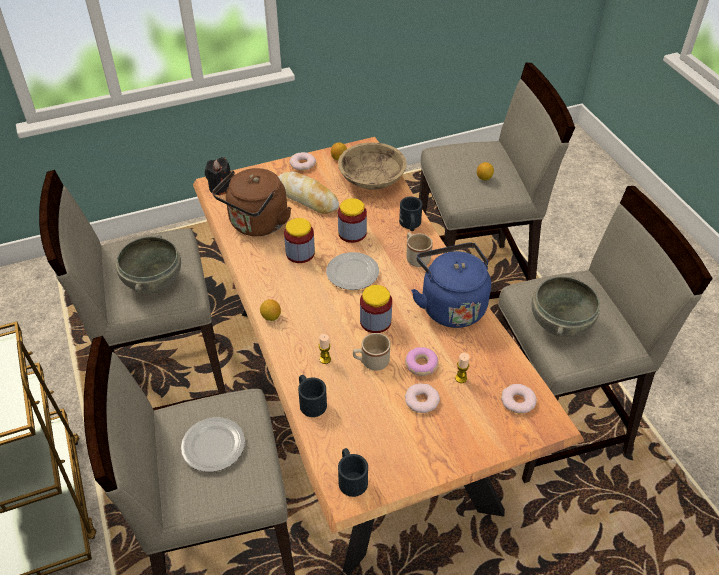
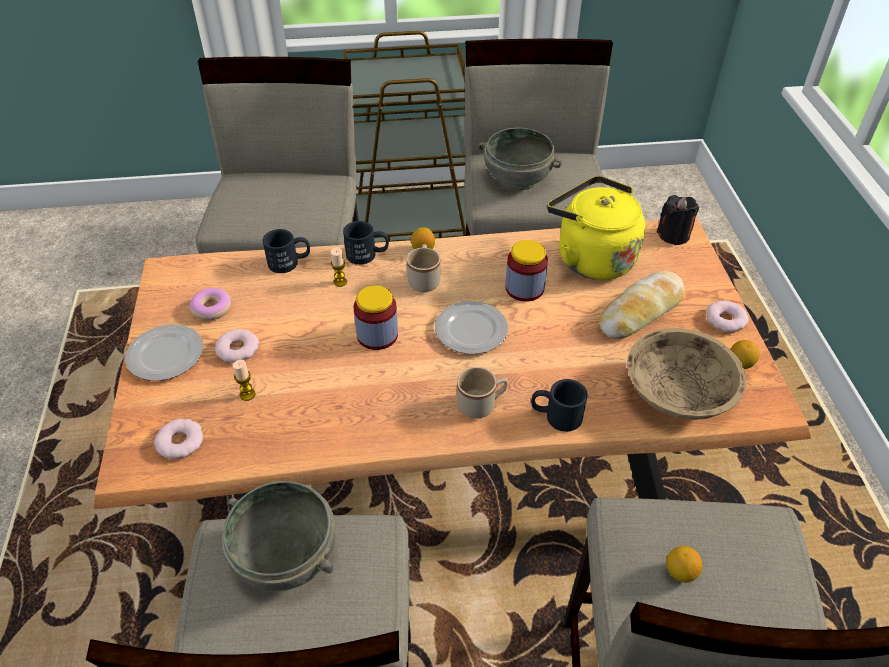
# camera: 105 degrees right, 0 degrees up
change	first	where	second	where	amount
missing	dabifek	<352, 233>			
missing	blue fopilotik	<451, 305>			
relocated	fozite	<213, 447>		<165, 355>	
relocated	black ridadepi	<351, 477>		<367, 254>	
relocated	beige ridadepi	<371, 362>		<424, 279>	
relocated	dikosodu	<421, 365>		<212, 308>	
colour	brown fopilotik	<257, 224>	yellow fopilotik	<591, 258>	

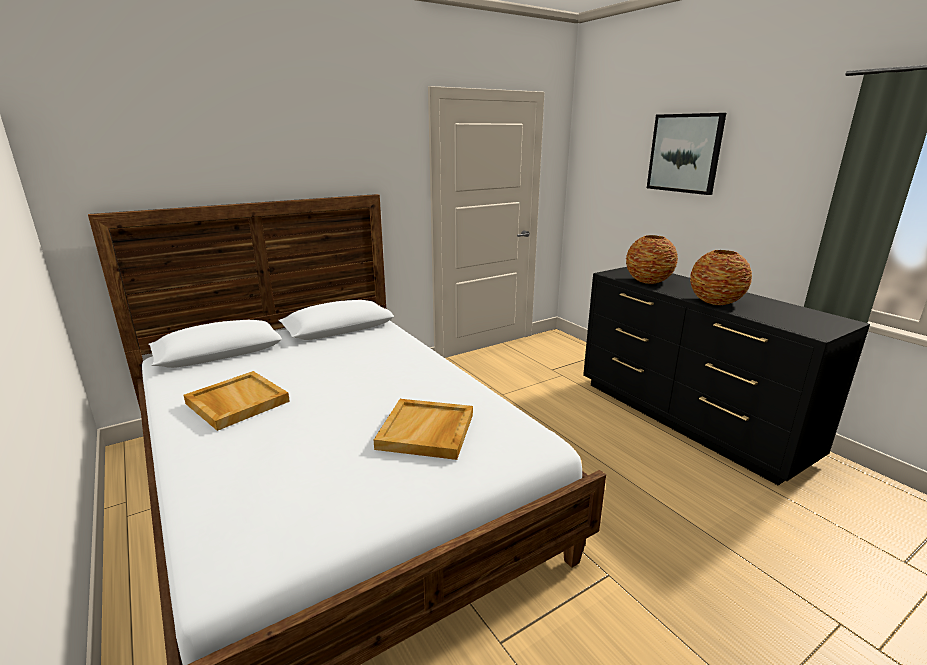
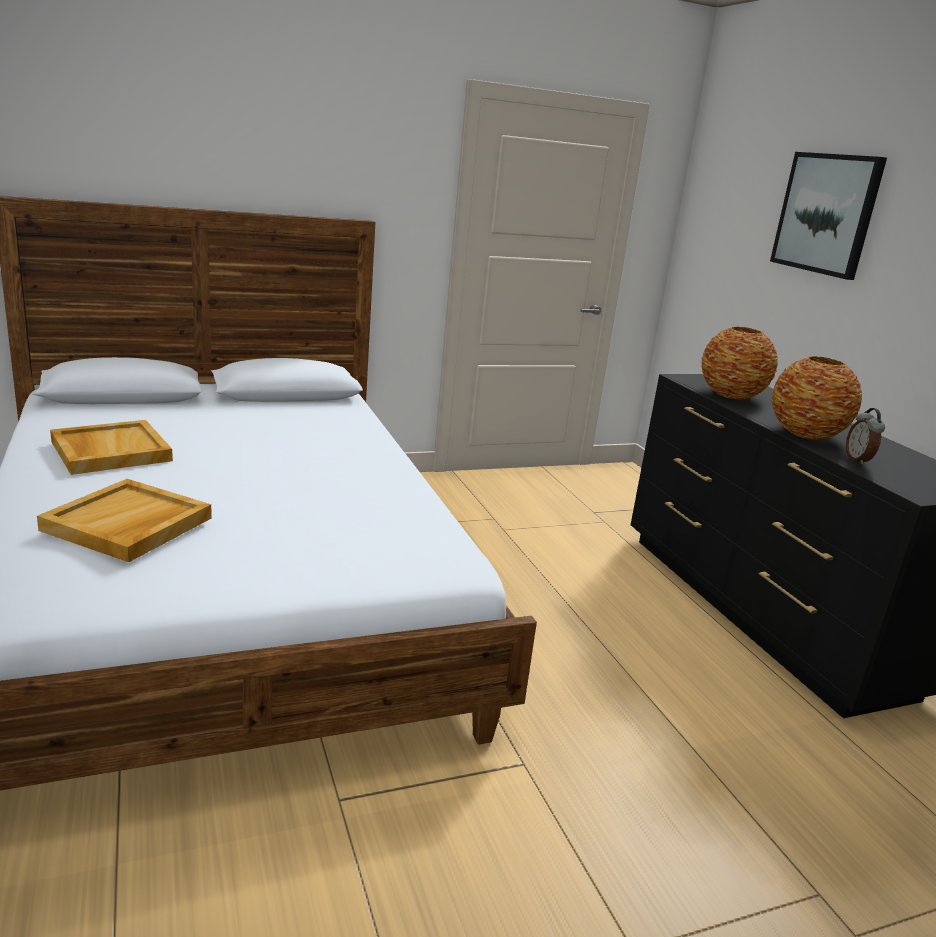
# camera: 10 degrees right, 0 degrees up
change	first	where	second	where	amount
appeared			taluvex	<858, 460>	
relocated	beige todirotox	<426, 432>		<128, 525>	

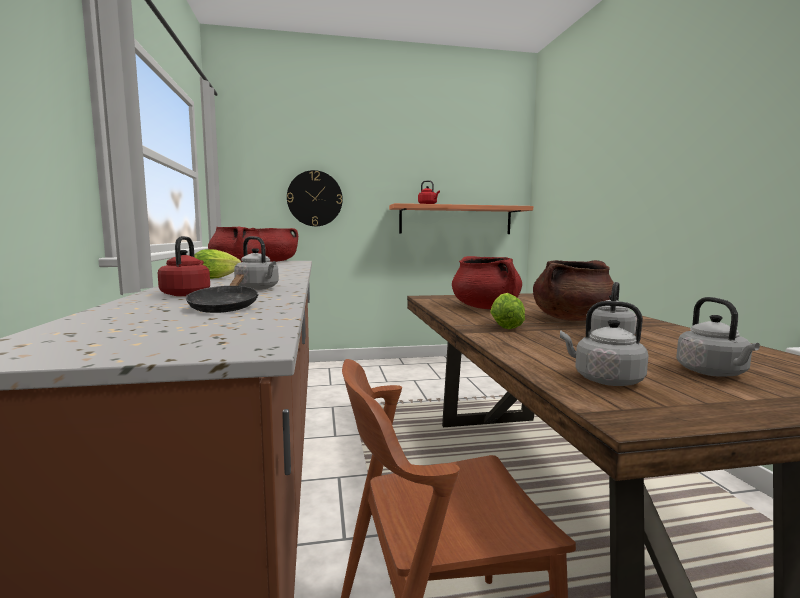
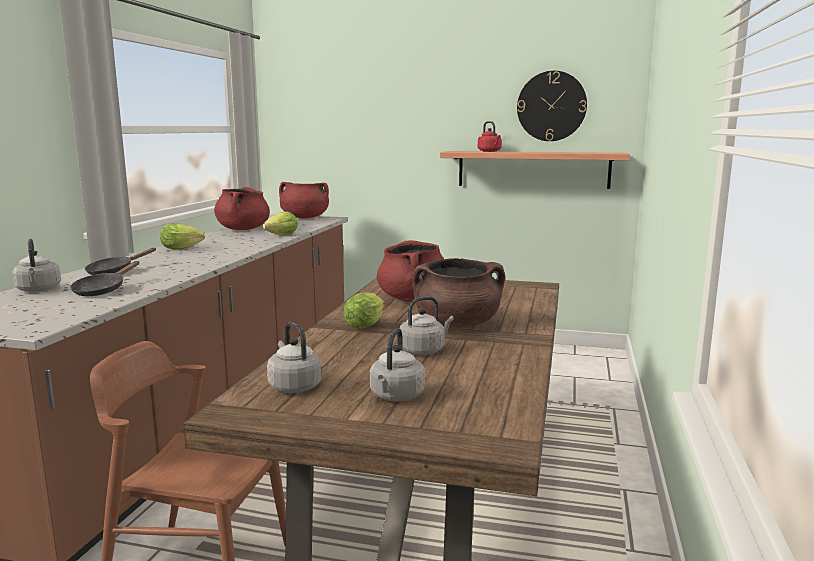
# camera: 25 degrees right, 5 degrees up
change	first	where	second	where	amount
appeared			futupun	<280, 235>	
relocated	grey fopilotik	<258, 288>		<38, 290>	
relocated	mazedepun	<314, 198>		<551, 106>	
exchanged	red fopilotik	<187, 294>	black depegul	<114, 271>	

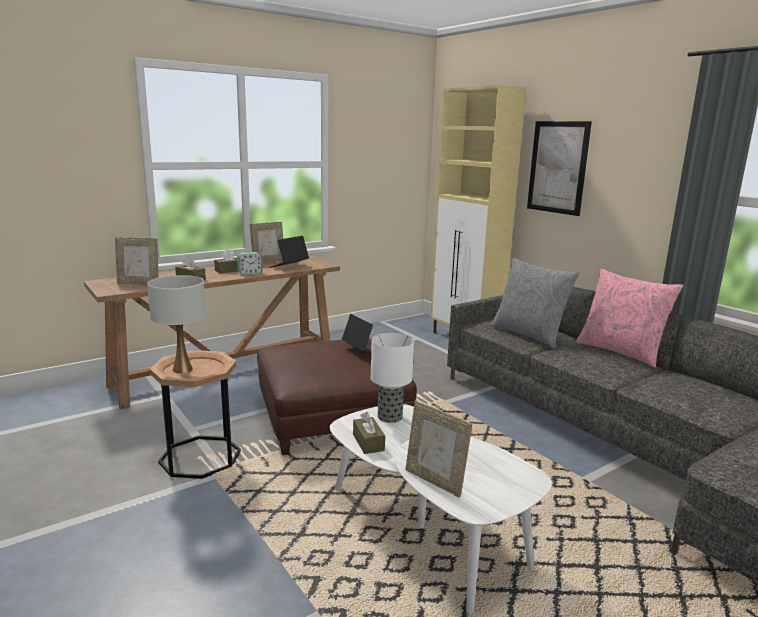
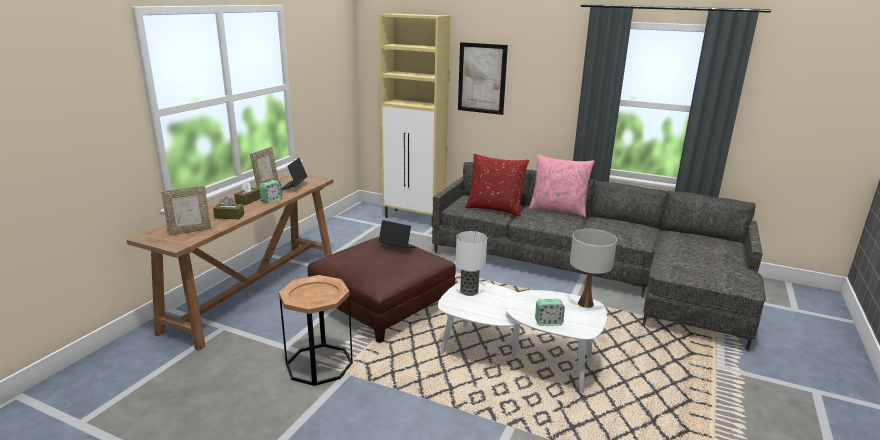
# camera: 30 degrees left, 5 degrees up
change	first	where	second	where	amount
missing	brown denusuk	<368, 442>			
relocated	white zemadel	<182, 369>		<585, 303>	
exchanged	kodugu	<435, 481>	taluvex	<548, 322>	
colour	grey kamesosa	<529, 334>	red kamesosa	<495, 209>	

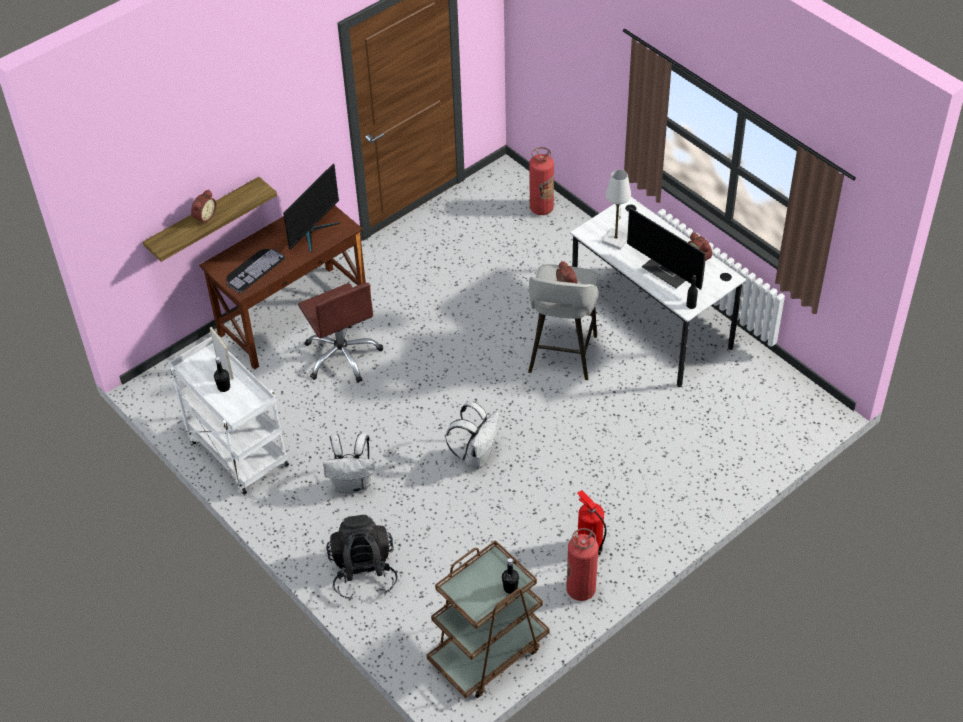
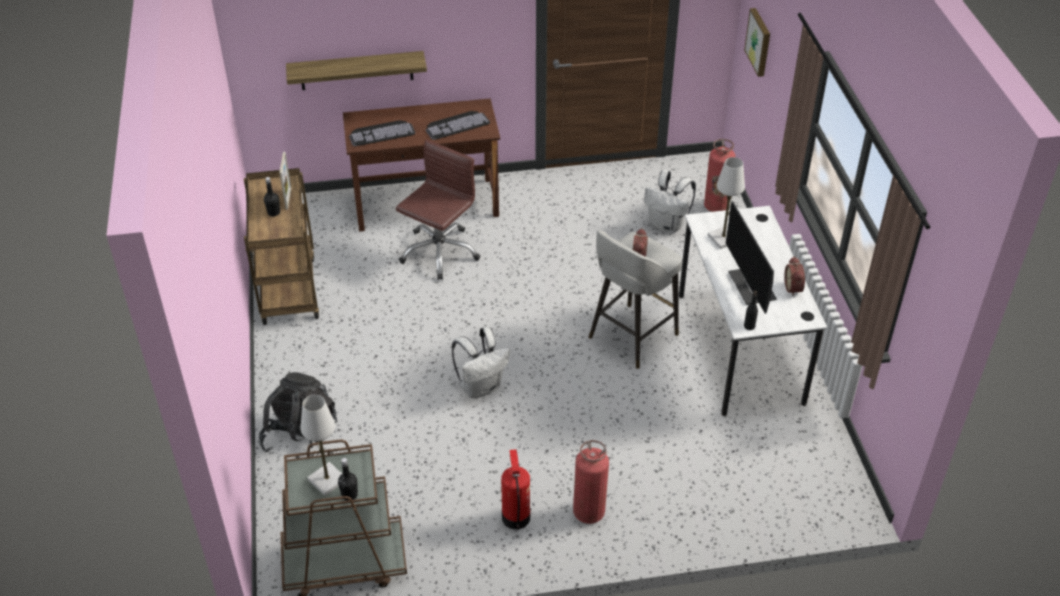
# camera: 30 degrees right, 5 degrees down
change	first	where	second	where	amount
missing	taluvex	<204, 217>			
appeared			white zemadel	<327, 480>	
appeared			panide	<759, 42>	
relocated	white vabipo	<353, 484>		<667, 225>	
relocated	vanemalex	<581, 590>		<588, 512>	
exchanged	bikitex	<314, 232>	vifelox	<456, 124>	
colour	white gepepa	<236, 452>	brown gepepa	<287, 288>	
spun	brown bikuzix	<342, 355>		<439, 252>	150 degrees counterclockwise

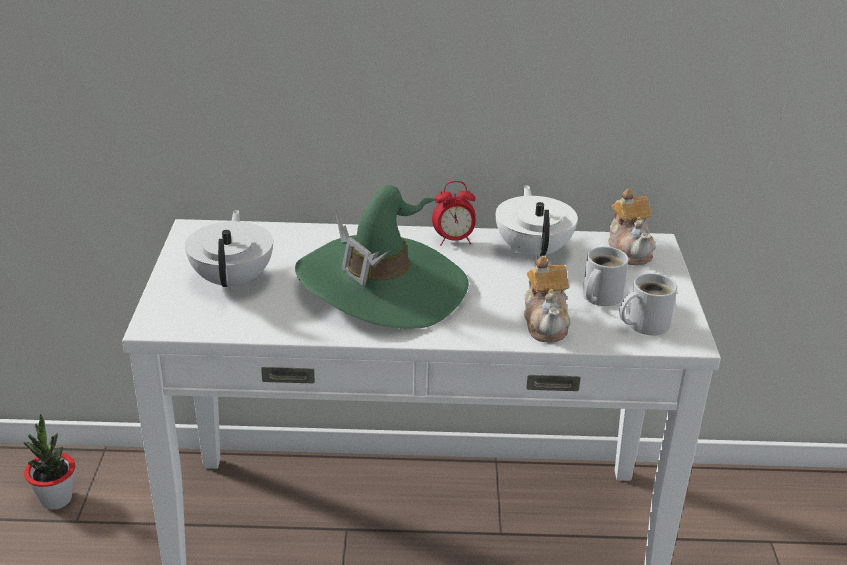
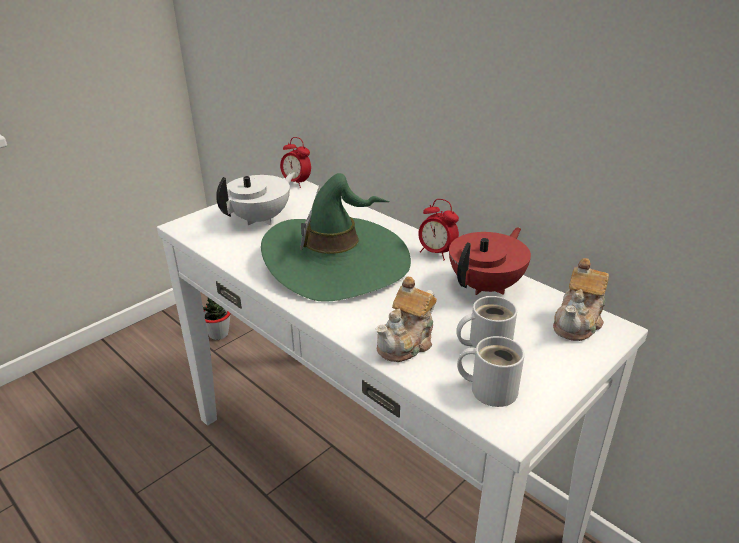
# camera: 45 degrees right, 0 degrees up
change	first	where	second	where	amount
appeared			taluvex	<296, 183>	
colour	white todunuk	<533, 251>	red todunuk	<487, 286>	

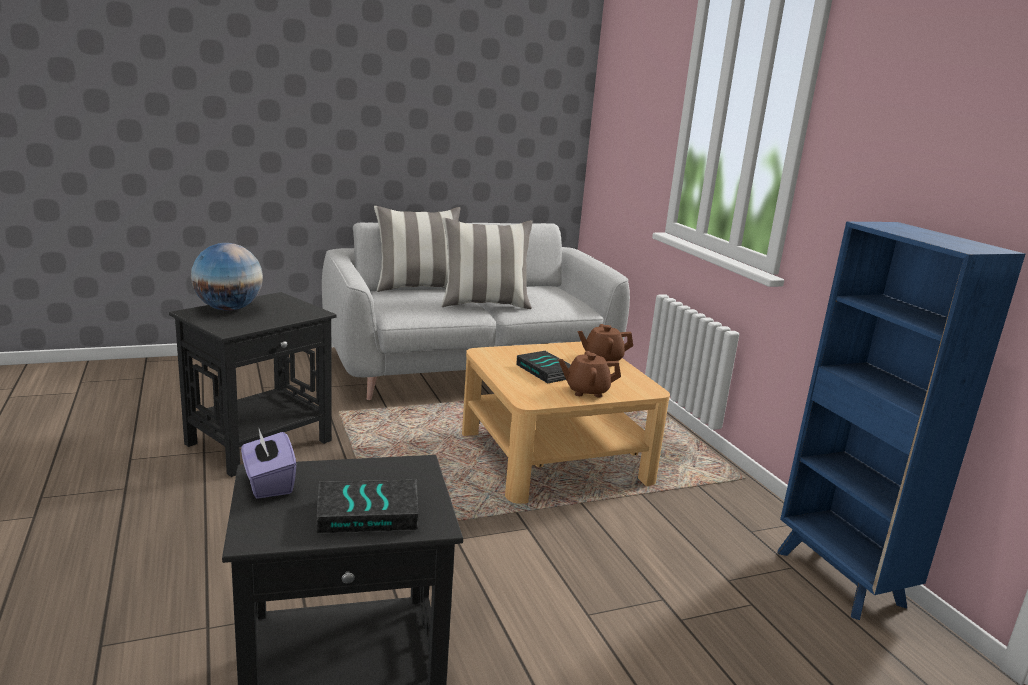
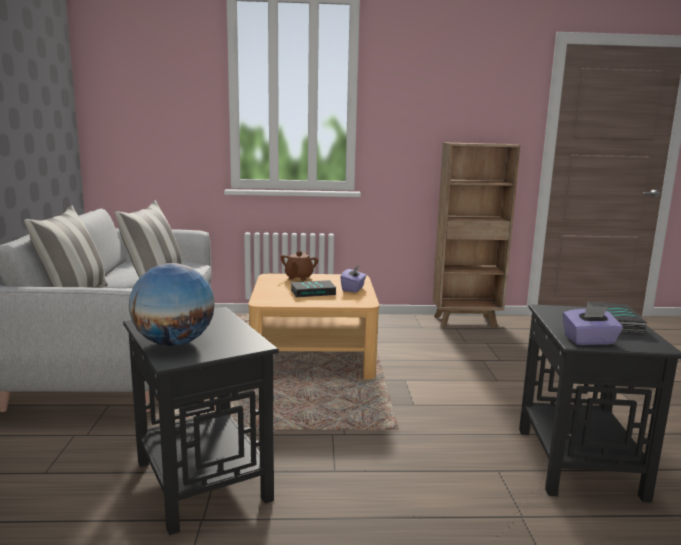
# camera: 70 degrees left, 5 degrees down
change	first	where	second	where	amount
exchanged	brown todunuk	<586, 391>	purple denusuk	<353, 289>	
colour	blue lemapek	<840, 580>	brown lemapek	<466, 322>	

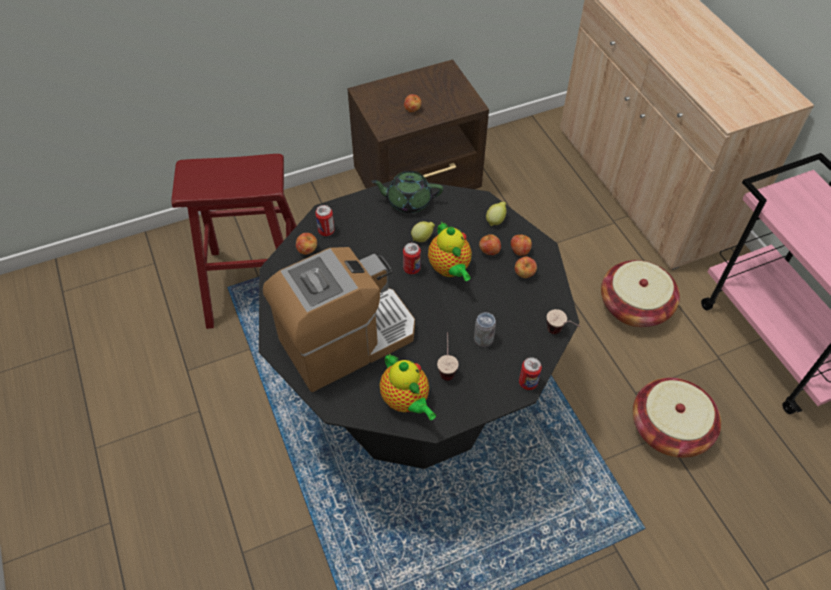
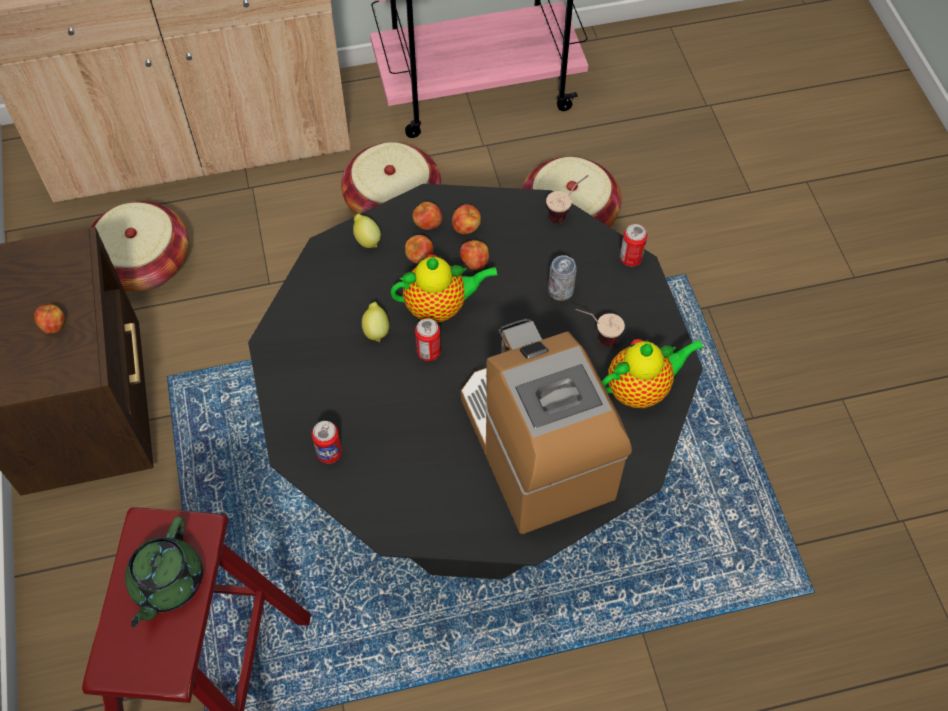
# camera: 80 degrees left, 5 degrees up
change	first	where	second	where	amount
appeared			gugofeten	<144, 263>	
relocated	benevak	<307, 250>		<474, 263>	
relocated	green todunuk	<408, 201>		<166, 583>	

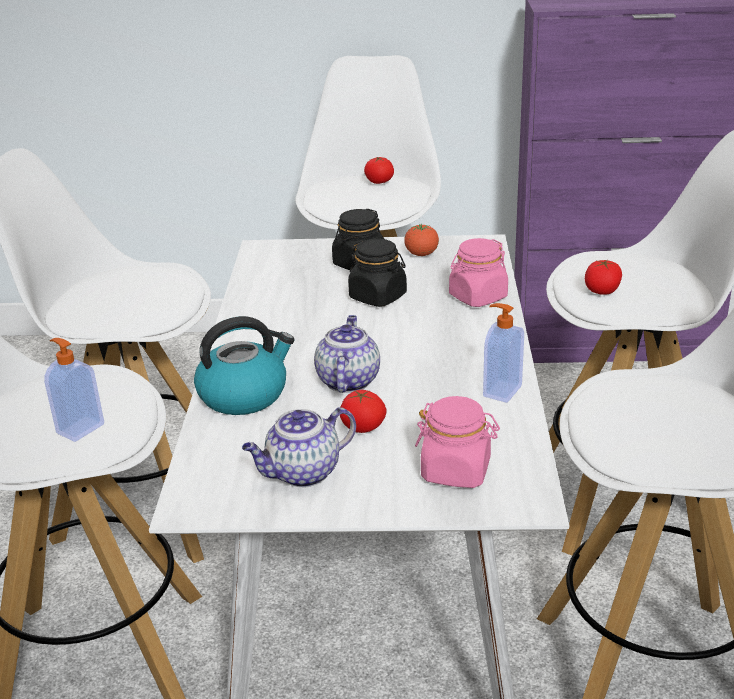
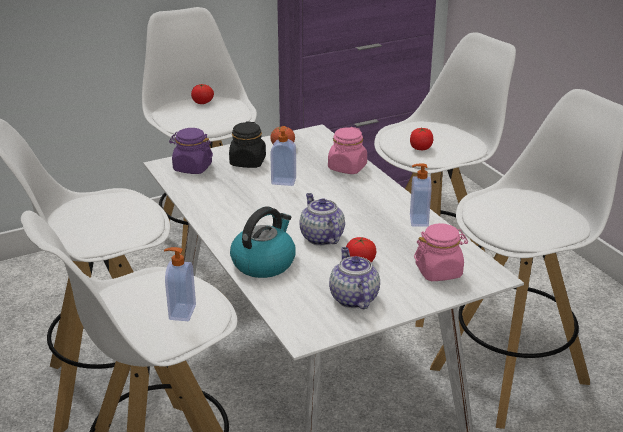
# camera: 30 degrees left, 0 degrees up
change	first	where	second	where	amount
appeared			purple dabifek	<192, 168>	
exchanged	black dabifek	<378, 297>	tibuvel	<284, 181>	
spun	todunuk	<302, 473>		<353, 298>	135 degrees clockwise

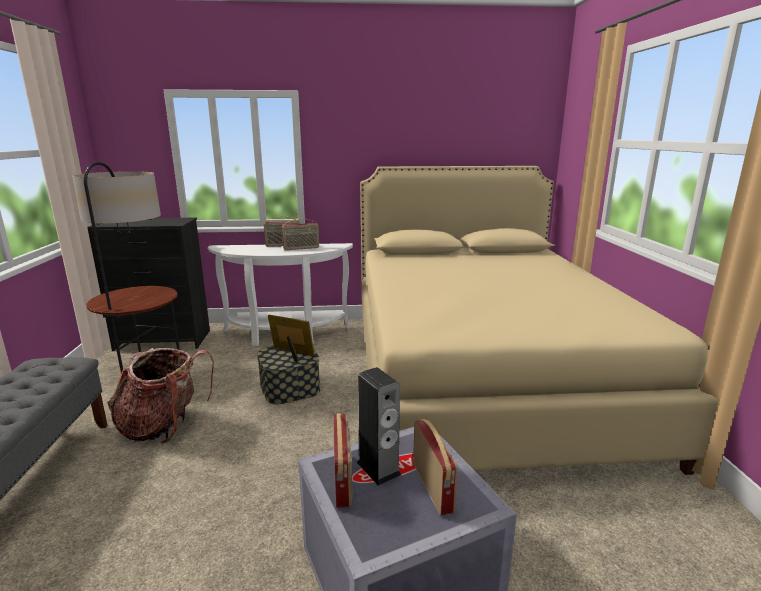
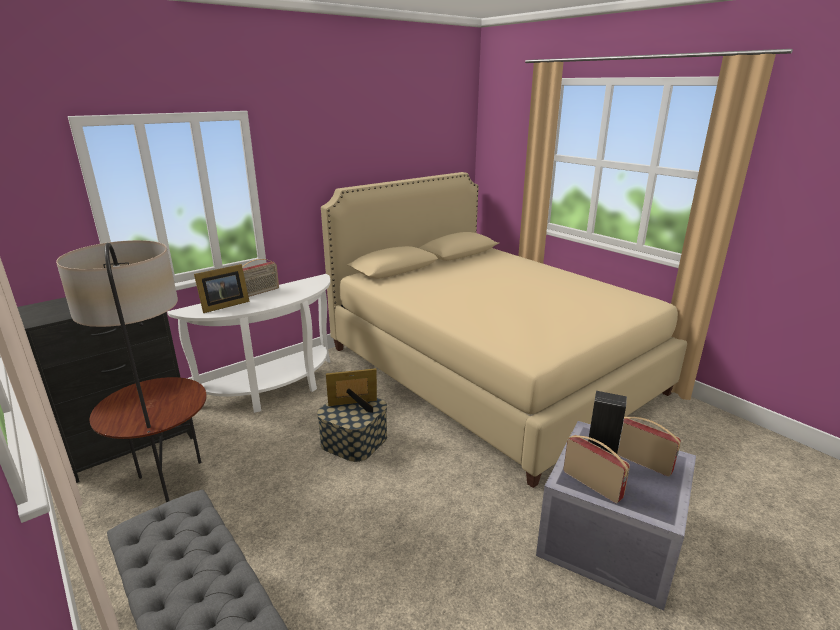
# camera: 35 degrees left, 5 degrees up
change	first	where	second	where	amount
missing	vabipo	<164, 426>			
missing	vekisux	<301, 248>			
appeared			kodugu	<223, 305>	

